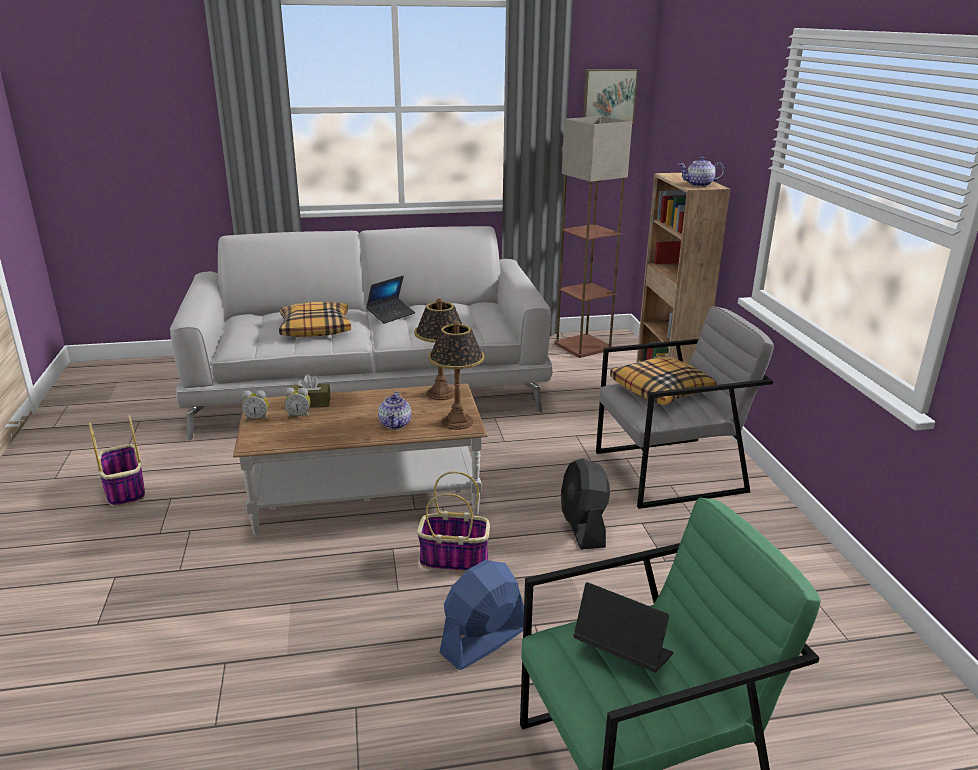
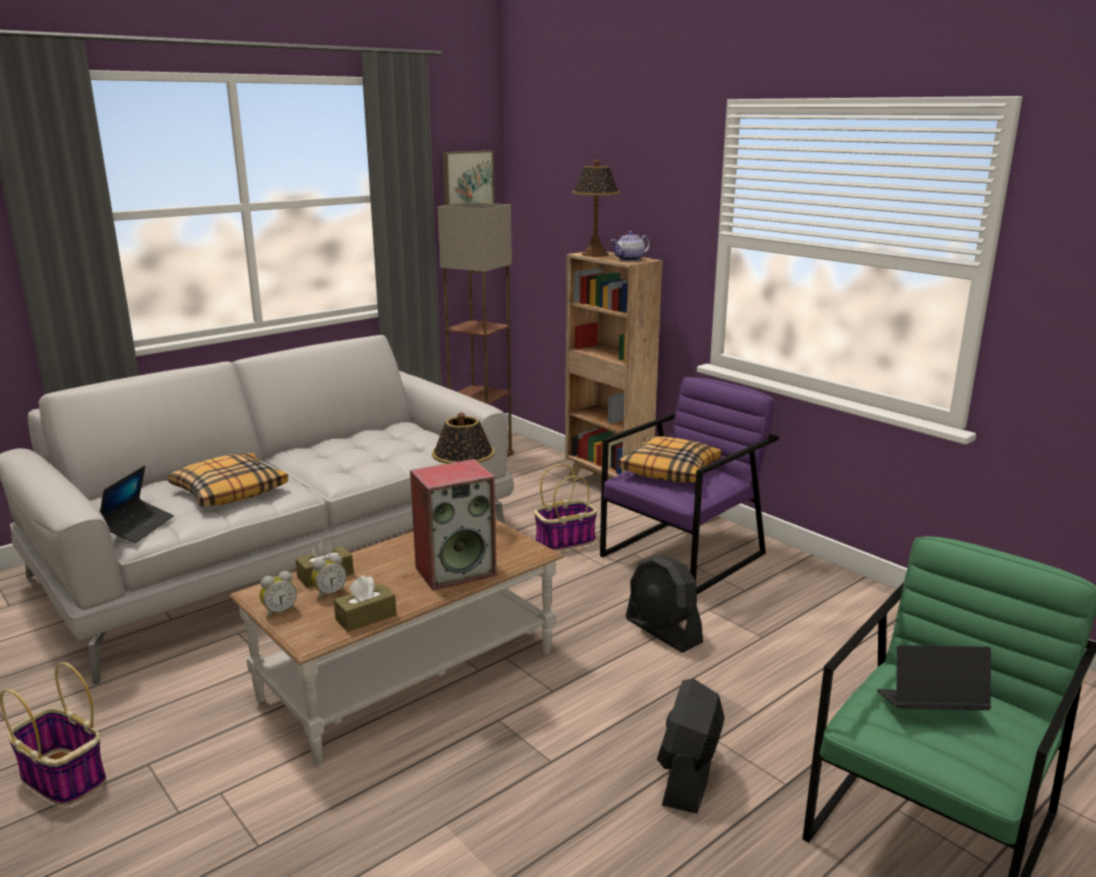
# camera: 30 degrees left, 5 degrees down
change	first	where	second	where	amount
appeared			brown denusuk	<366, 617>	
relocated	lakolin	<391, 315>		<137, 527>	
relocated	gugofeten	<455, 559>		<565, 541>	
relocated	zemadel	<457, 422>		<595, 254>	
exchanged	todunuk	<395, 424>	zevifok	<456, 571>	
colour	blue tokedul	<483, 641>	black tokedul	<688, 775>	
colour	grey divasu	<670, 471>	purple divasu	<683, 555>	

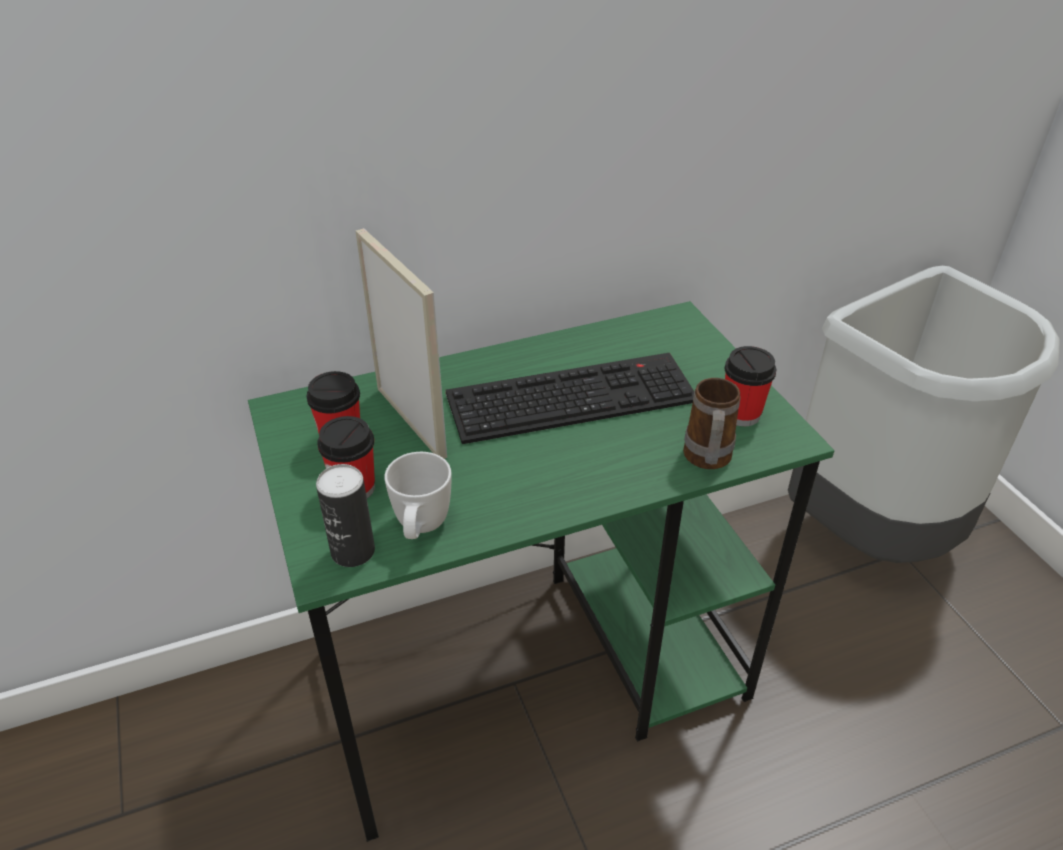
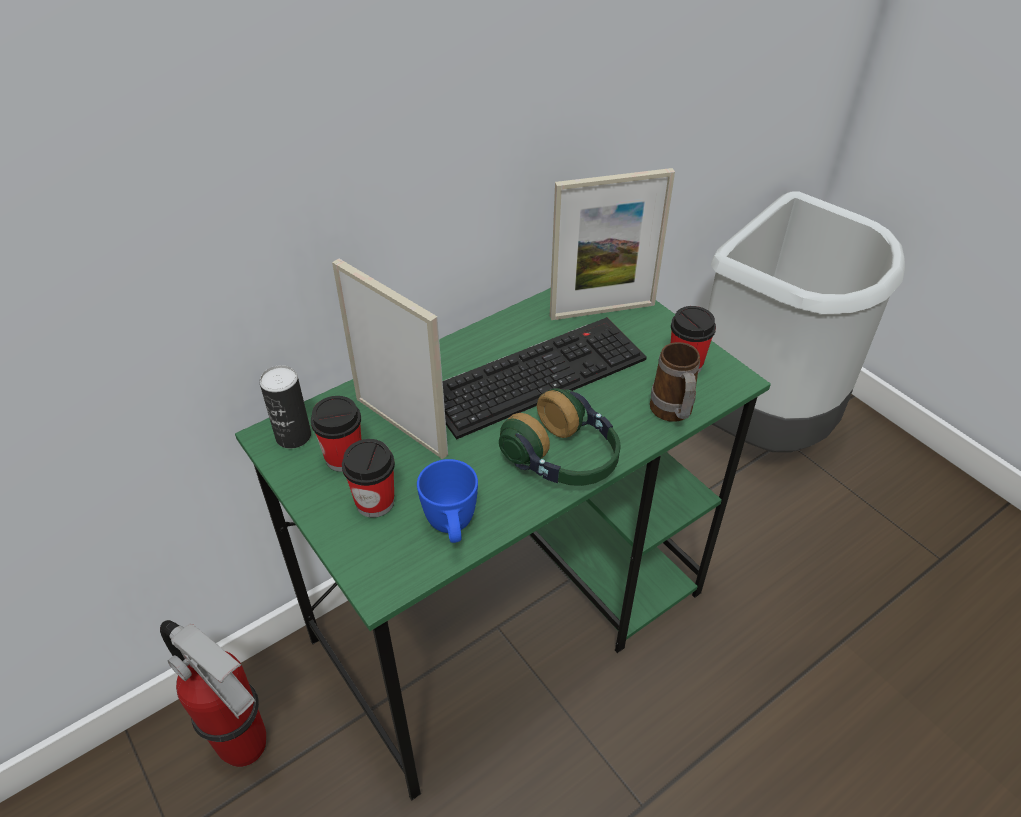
# camera: 15 degrees left, 5 degrees up
change	first	where	second	where	amount
appeared			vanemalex	<245, 746>	
appeared			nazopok	<564, 459>	
appeared			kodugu	<602, 310>	
relocated	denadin	<353, 551>		<293, 436>	
colour	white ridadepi	<421, 529>	blue ridadepi	<452, 529>	

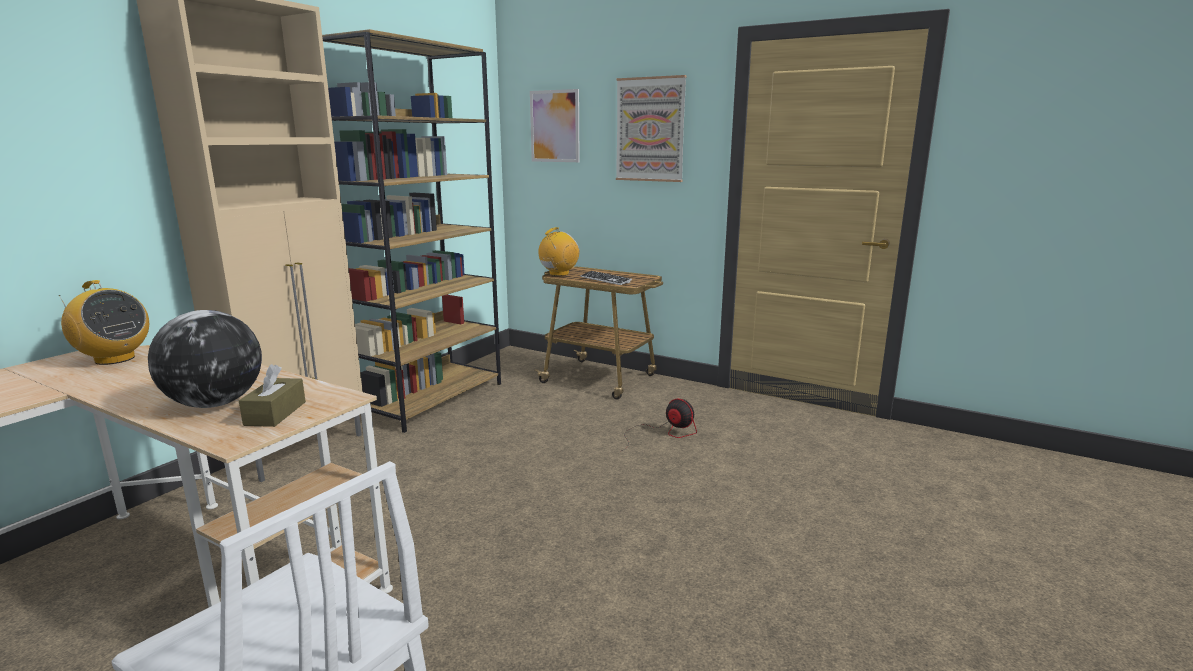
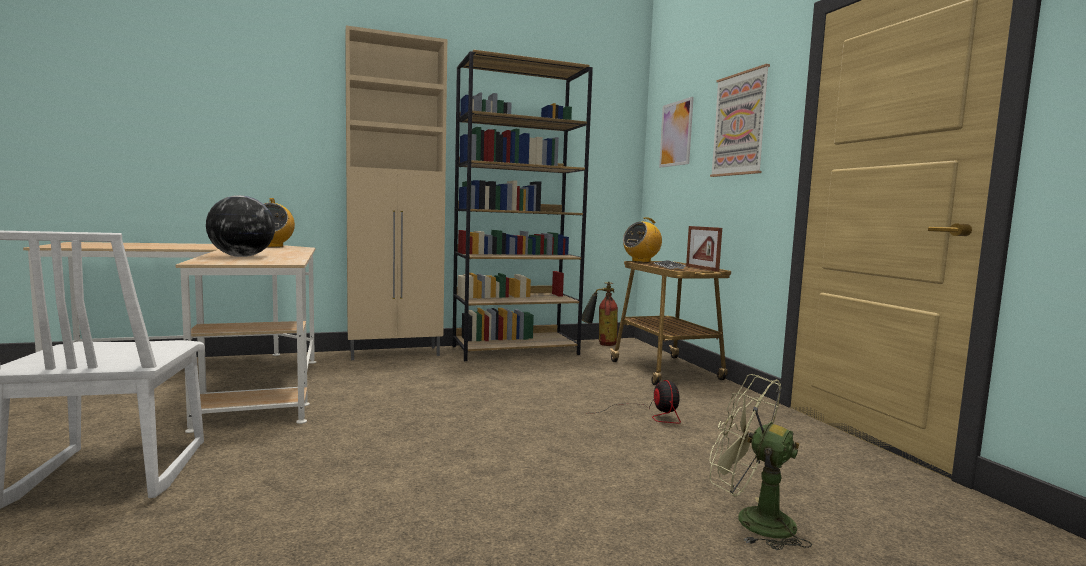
# camera: 40 degrees right, 10 degrees down
change	first	where	second	where	amount
missing	brown denusuk	<275, 413>			
appeared			vanemalex	<599, 344>	
appeared			kodugu	<701, 268>	
appeared			green tokedul	<752, 520>	
spun	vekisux	<559, 274>		<641, 261>	150 degrees clockwise

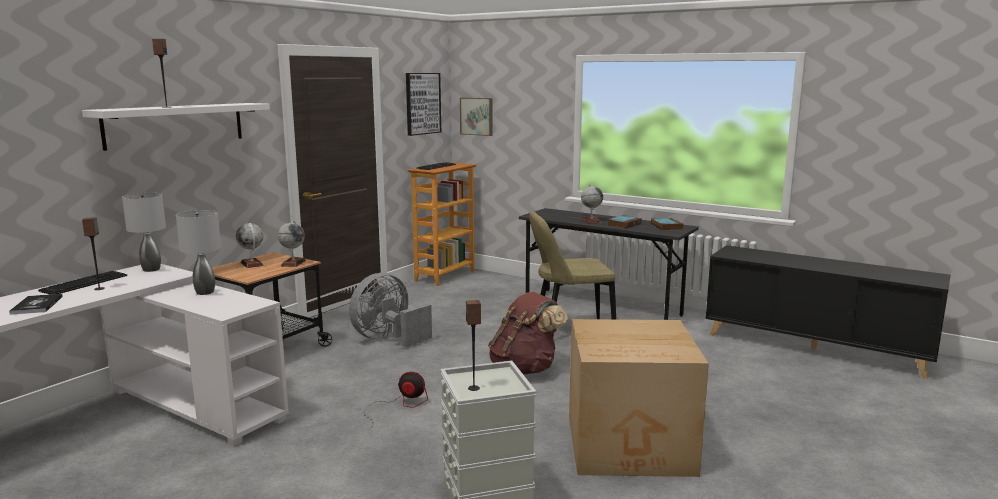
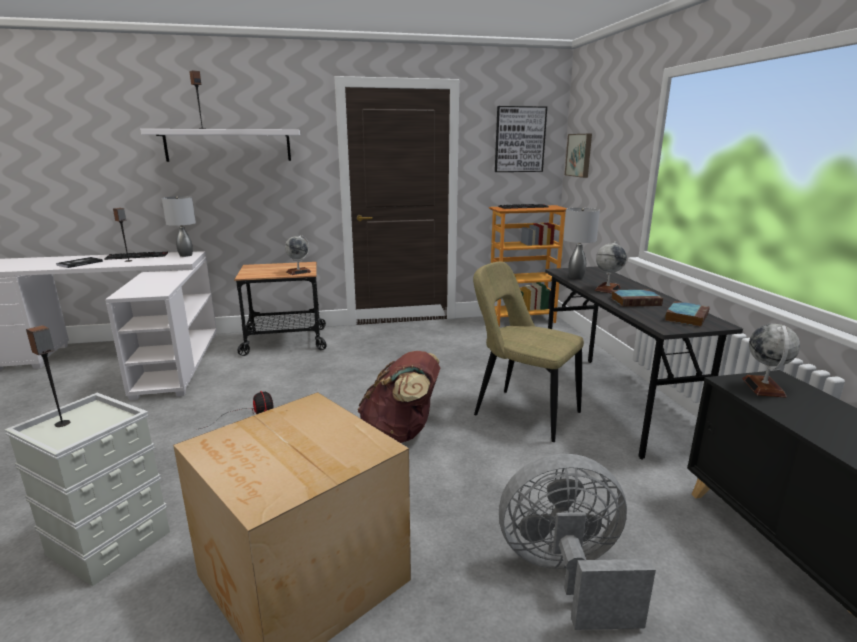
# camera: 45 degrees right, 5 degrees up
change	first	where	second	where	amount
relocated	grey zemadel	<205, 292>		<576, 277>	
relocated	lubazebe	<252, 264>		<763, 387>	
relocated	grey tokedul	<388, 339>		<565, 575>	

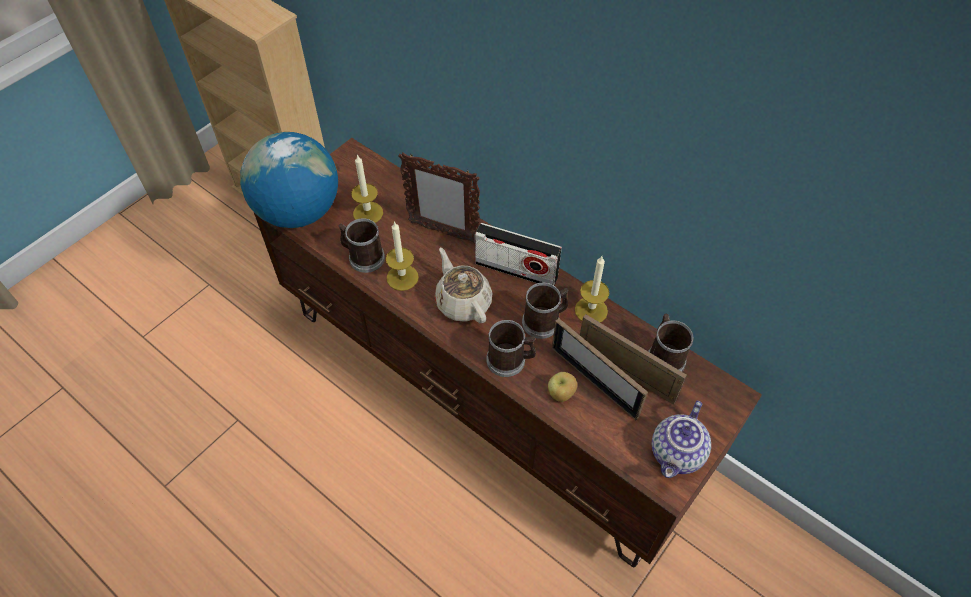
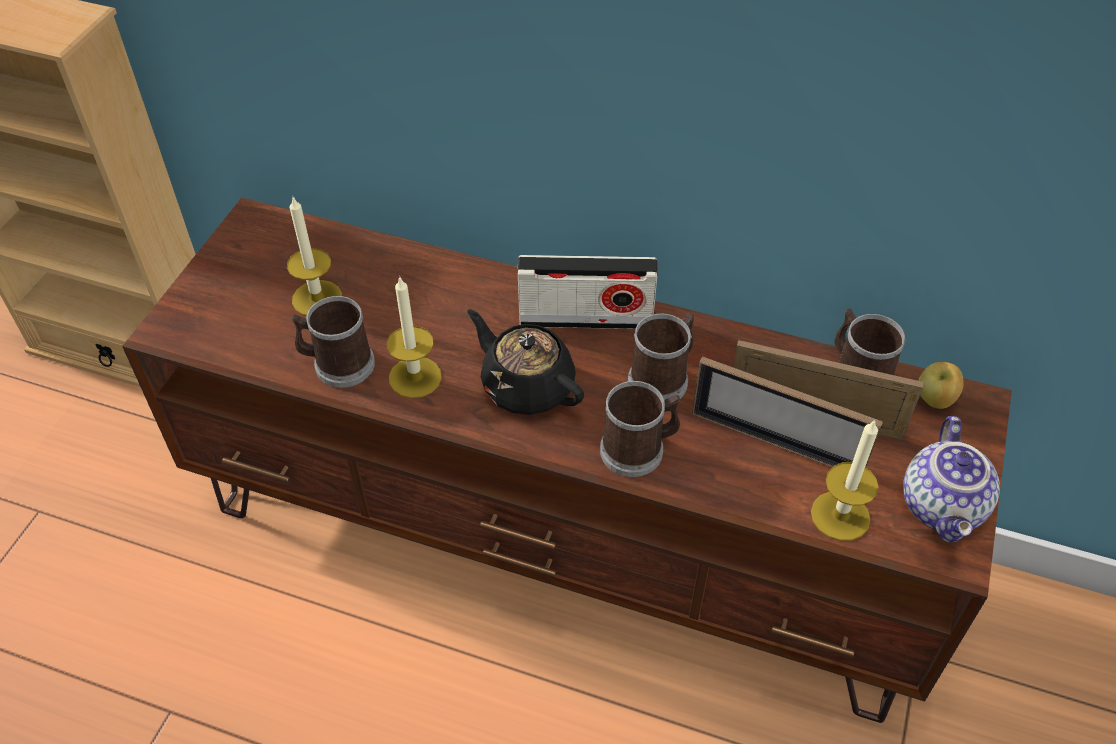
# camera: 20 degrees left, 5 degrees down
change	first	where	second	where	amount
missing	lubazebe	<298, 211>			
missing	kodugu	<443, 232>			
relocated	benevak	<561, 394>		<935, 400>	
relocated	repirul	<591, 310>		<840, 515>	
colour	beige todunuk	<463, 302>	black todunuk	<526, 386>	

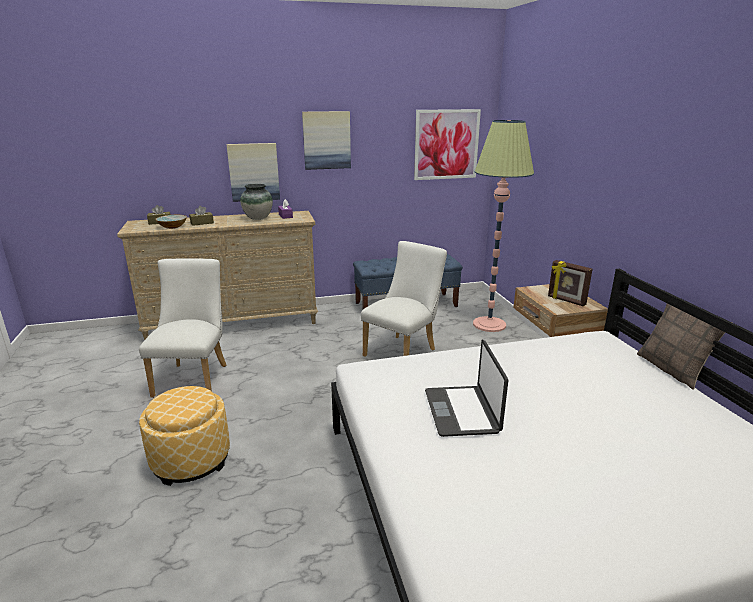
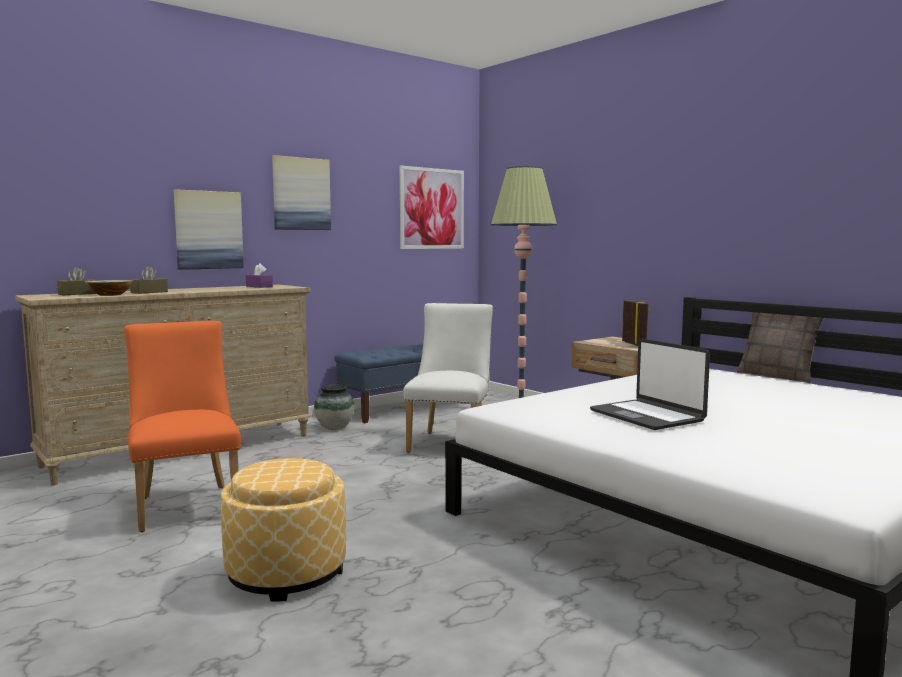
# camera: 25 degrees left, 15 degrees down
change	first	where	second	where	amount
relocated	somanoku	<258, 218>		<335, 428>	
colour	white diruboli	<194, 377>	orange diruboli	<186, 504>	
spun	kodugu	<566, 301>		<634, 344>	120 degrees counterclockwise

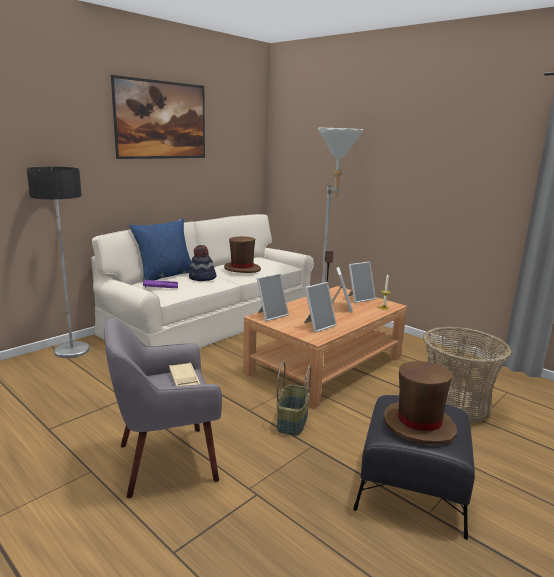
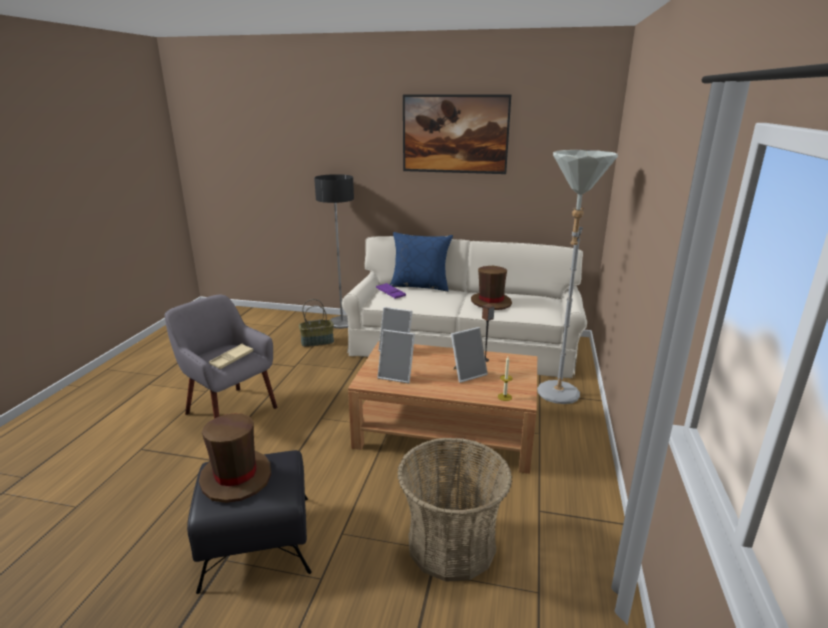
# camera: 60 degrees right, 5 degrees up
change	first	where	second	where	amount
missing	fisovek	<202, 278>			
missing	kodugu	<359, 298>			
relocated	gugofeten	<291, 421>		<317, 341>	

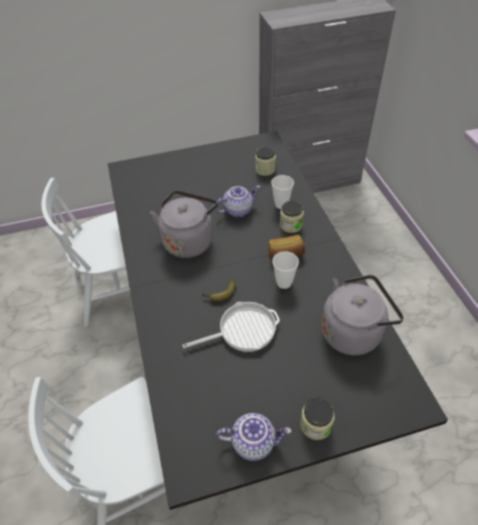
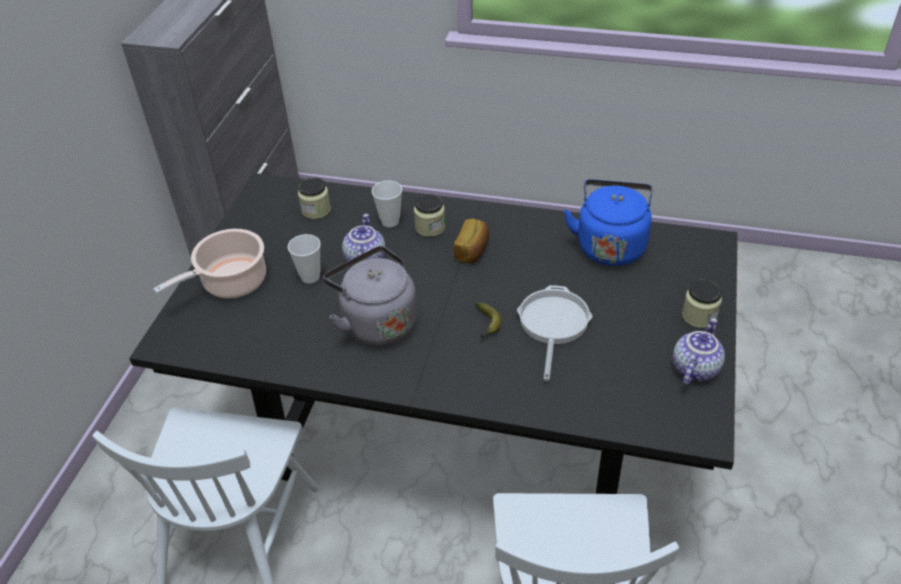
# camera: 60 degrees left, 5 degrees down
change	first	where	second	where	amount
appeared			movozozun	<231, 283>	
relocated	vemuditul	<284, 283>		<310, 277>	
colour	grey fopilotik	<353, 331>	blue fopilotik	<610, 245>	

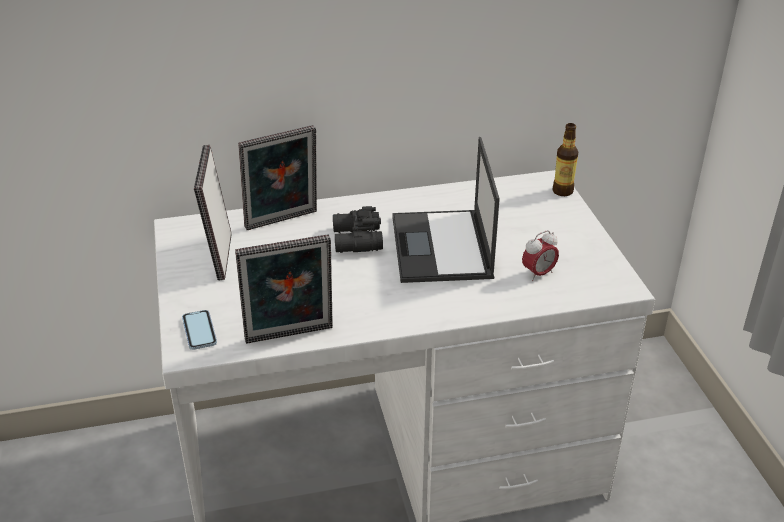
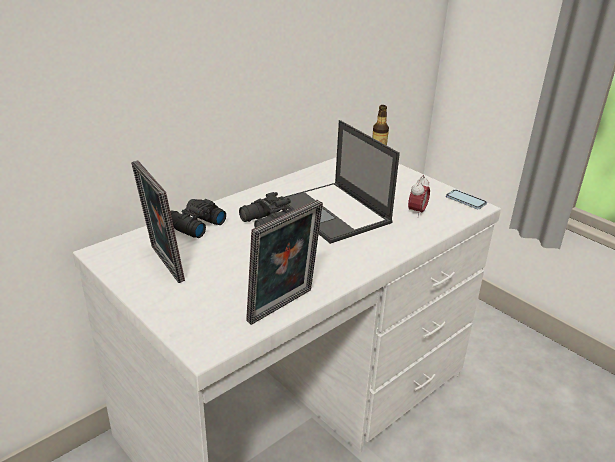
# camera: 30 degrees left, 5 degrees down
change	first	where	second	where	amount
relocated	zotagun	<199, 331>		<466, 200>	
exchanged	kodugu	<282, 221>	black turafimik	<194, 225>	

